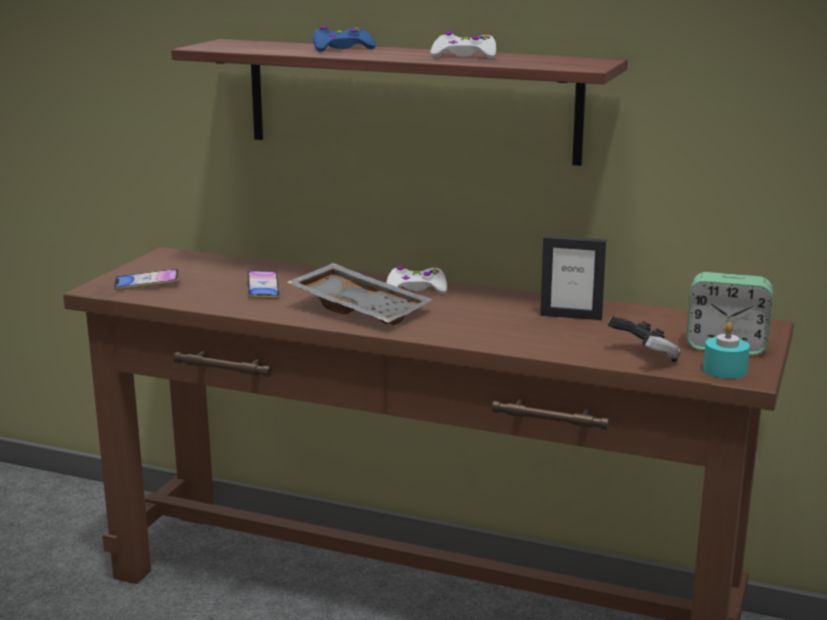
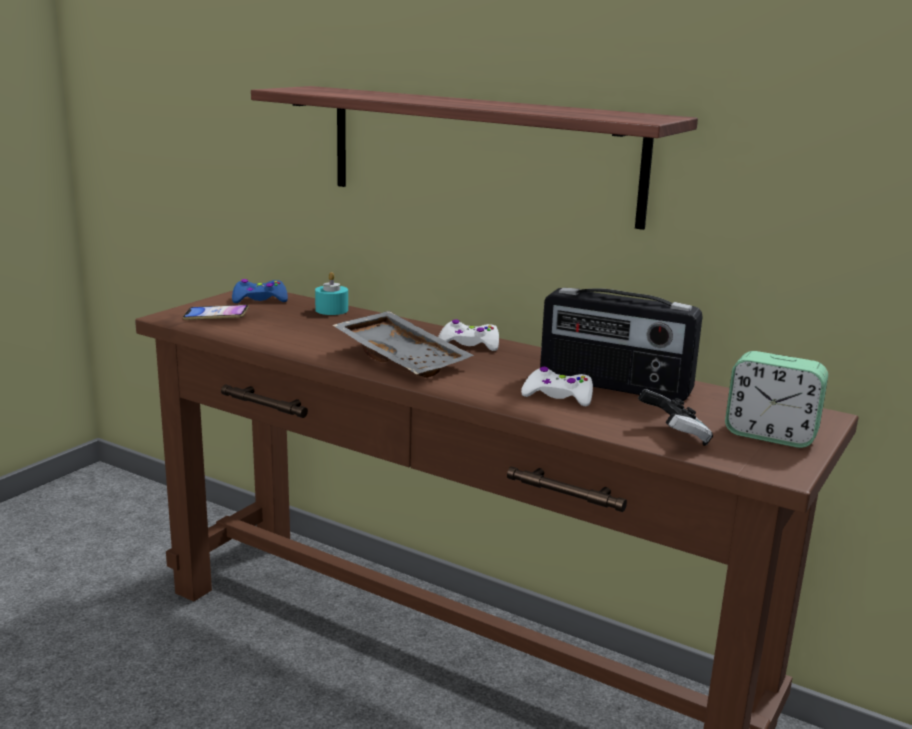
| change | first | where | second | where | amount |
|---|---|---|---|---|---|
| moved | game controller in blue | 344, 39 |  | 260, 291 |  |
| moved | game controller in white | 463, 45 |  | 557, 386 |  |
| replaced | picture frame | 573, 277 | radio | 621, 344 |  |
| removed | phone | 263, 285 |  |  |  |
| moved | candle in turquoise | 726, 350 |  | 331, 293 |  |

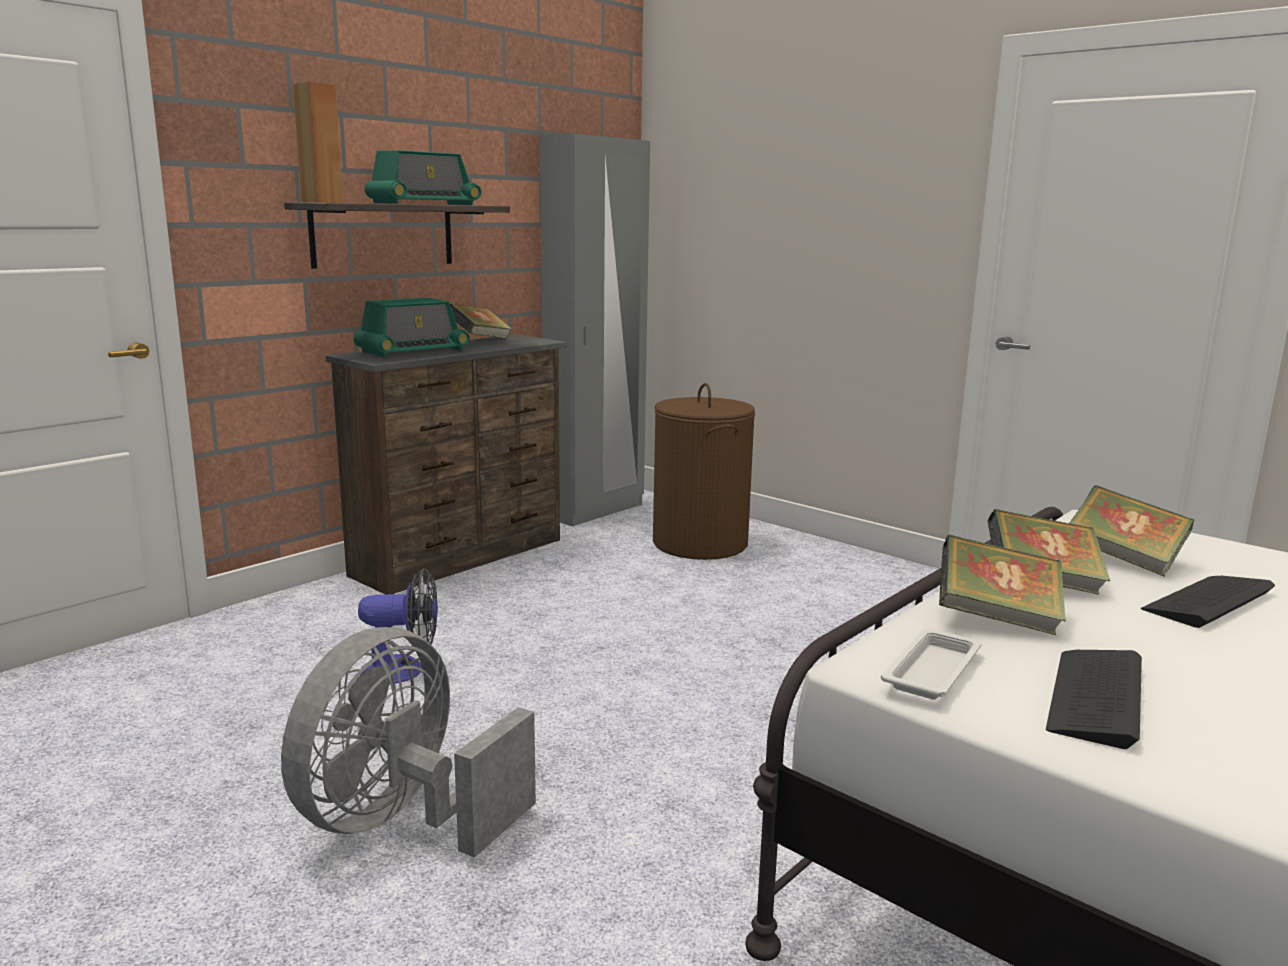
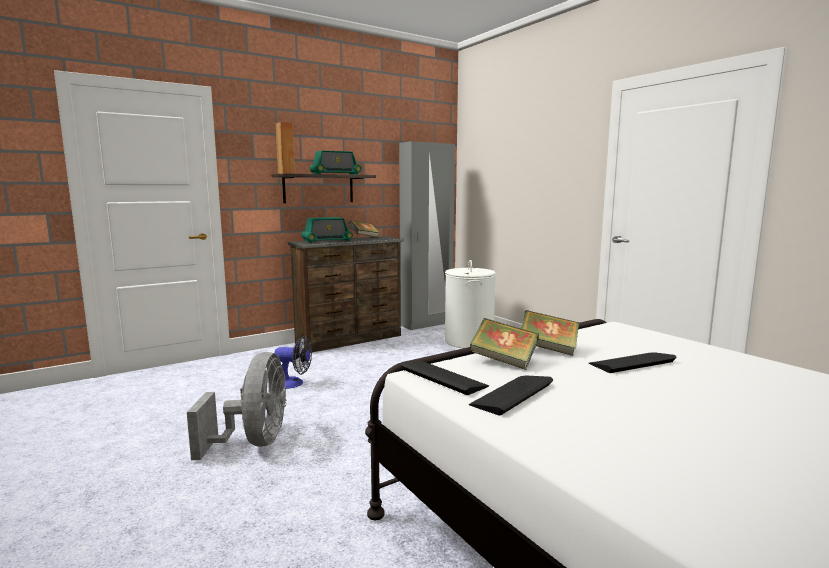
| change | first | where | second | where | amount |
|---|---|---|---|---|---|
| recoloured | laundry basket in brown | 704, 471 | laundry basket in white | 470, 304 |  |
| removed | book | 1132, 531 |  |  |  |
| turned | fan in grey | 408, 742 |  | 236, 406 | 135 degrees clockwise |
| replaced | tray in white | 931, 663 | keyboard | 445, 378 |  |

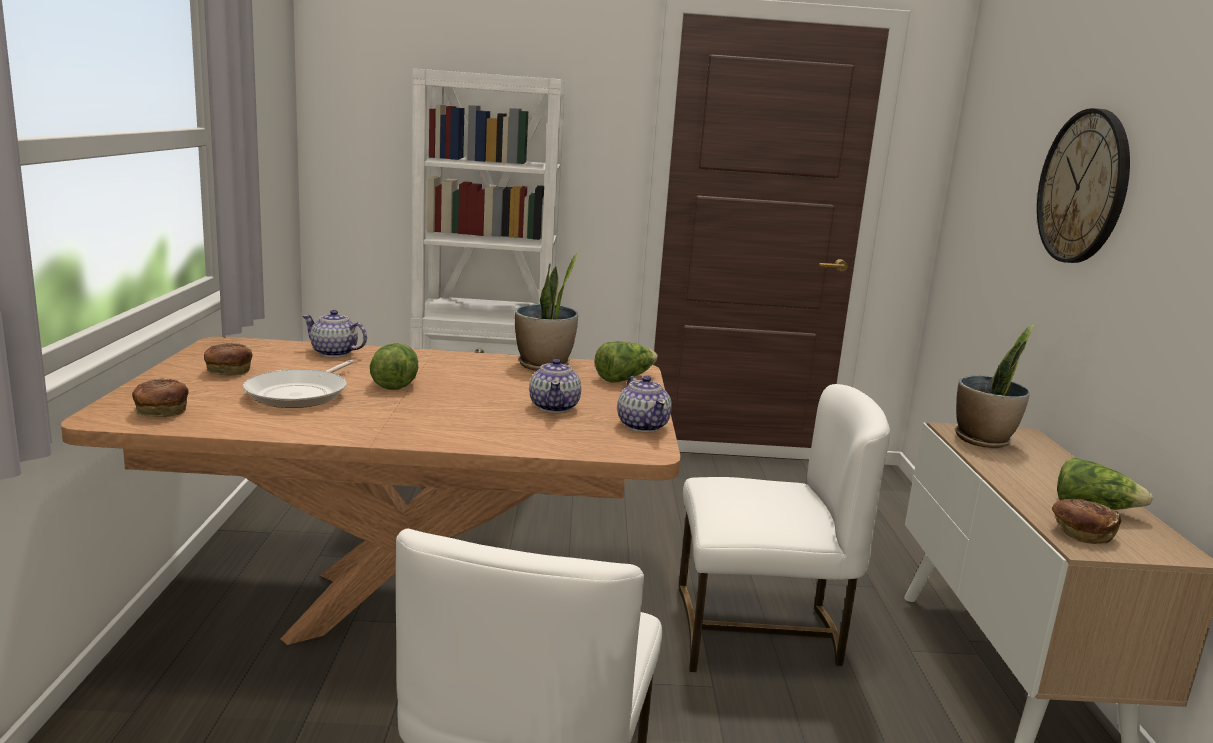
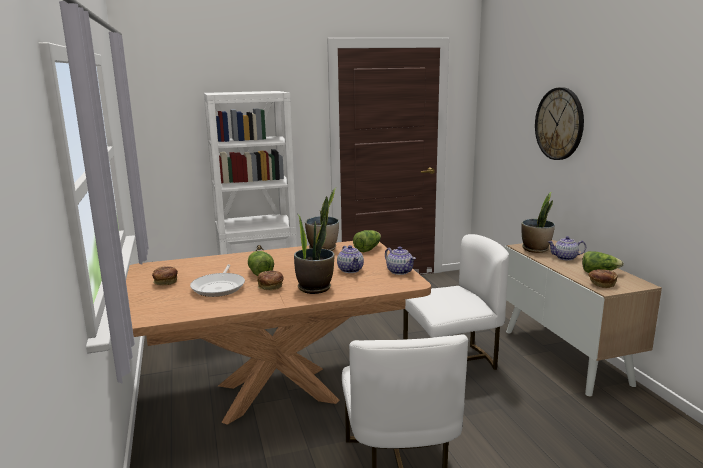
| change | first | where | second | where | amount |
|---|---|---|---|---|---|
| moved | teapot | 334, 333 |  | 567, 248 |  |
| moved | bread | 160, 397 |  | 270, 280 |  |
| added |  |  | potted plant | 314, 253 |  |

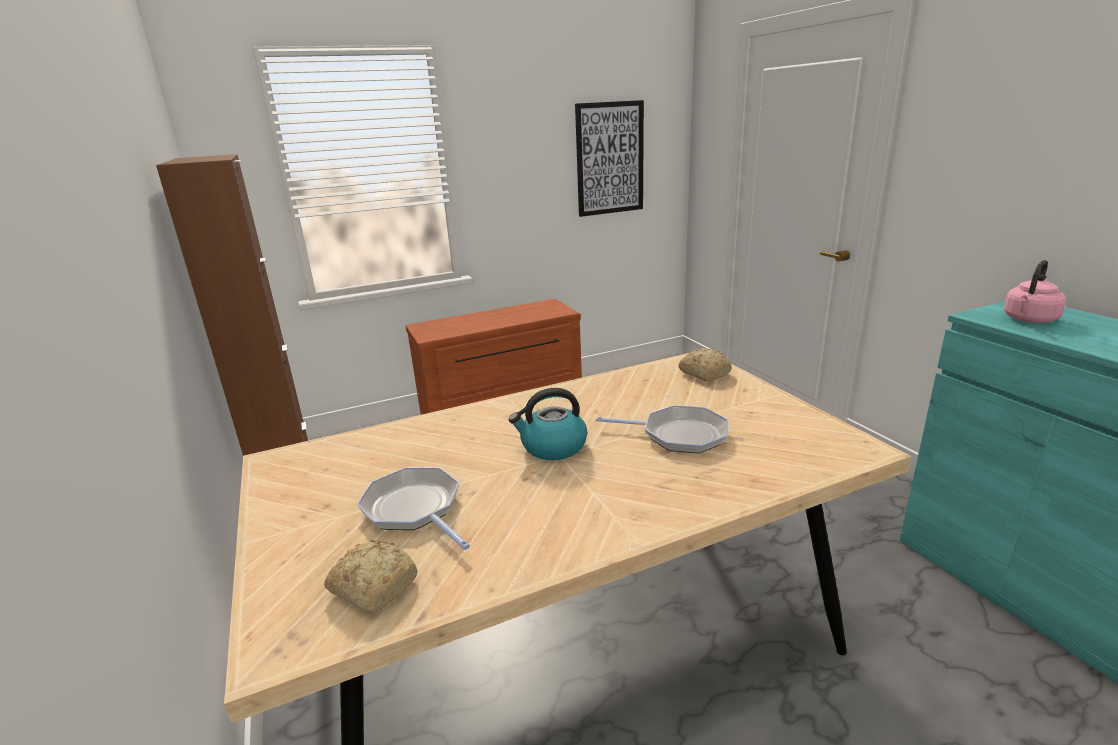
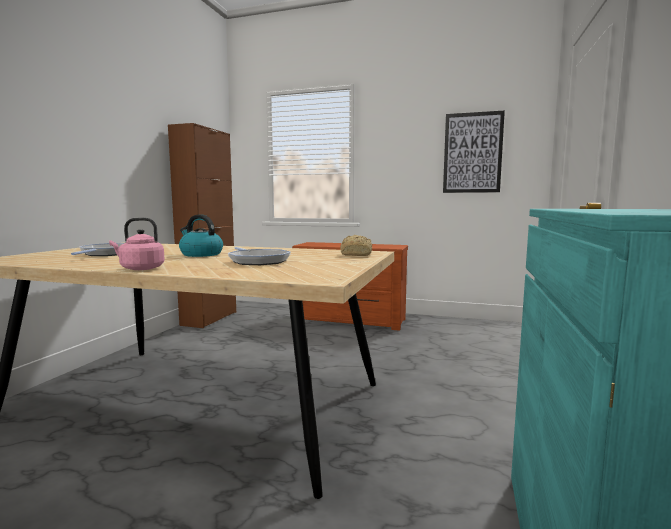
| change | first | where | second | where | amount |
|---|---|---|---|---|---|
| moved | kettle in pink | 1035, 291 |  | 137, 243 |  |
| removed | bread | 370, 576 |  |  |  |

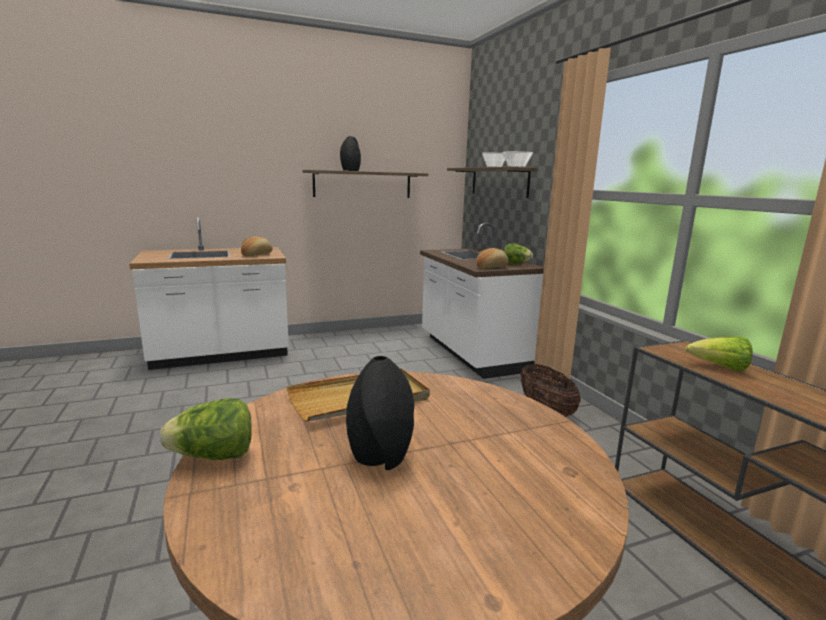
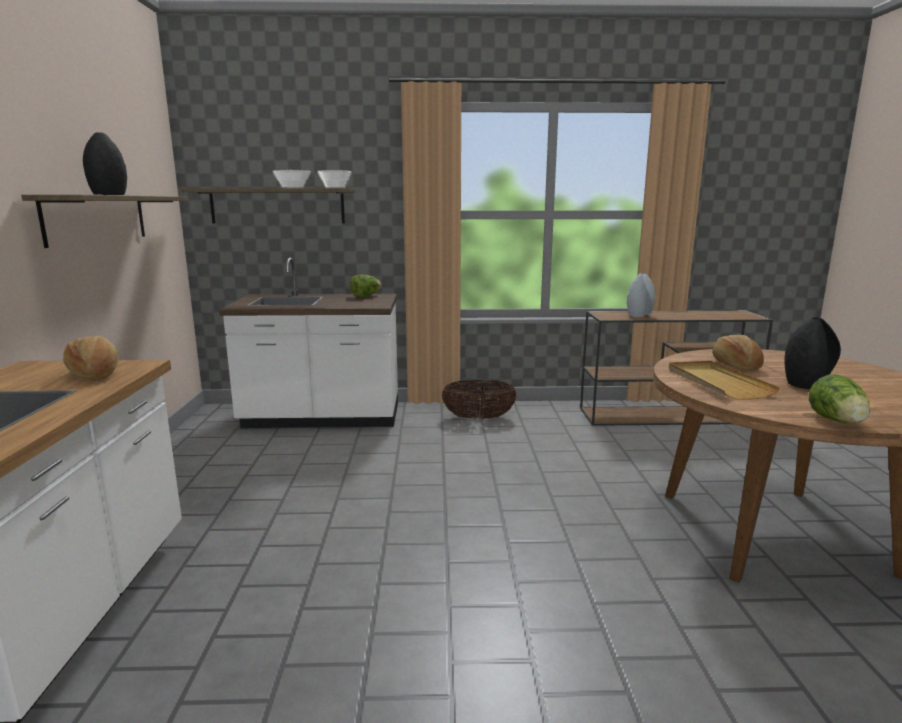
| change | first | where | second | where | amount |
|---|---|---|---|---|---|
| moved | bread | 493, 258 |  | 738, 353 |  |
| replaced | lettuce | 719, 354 | vase in grey | 641, 295 |  |

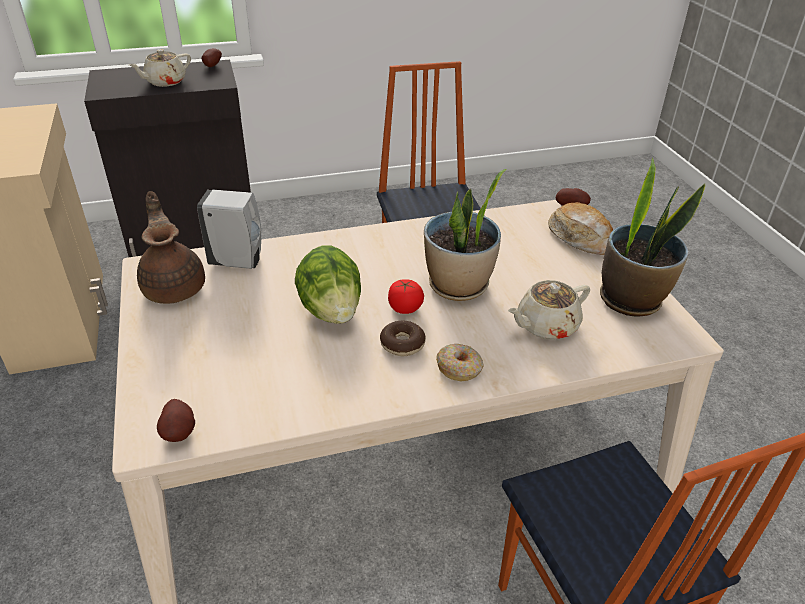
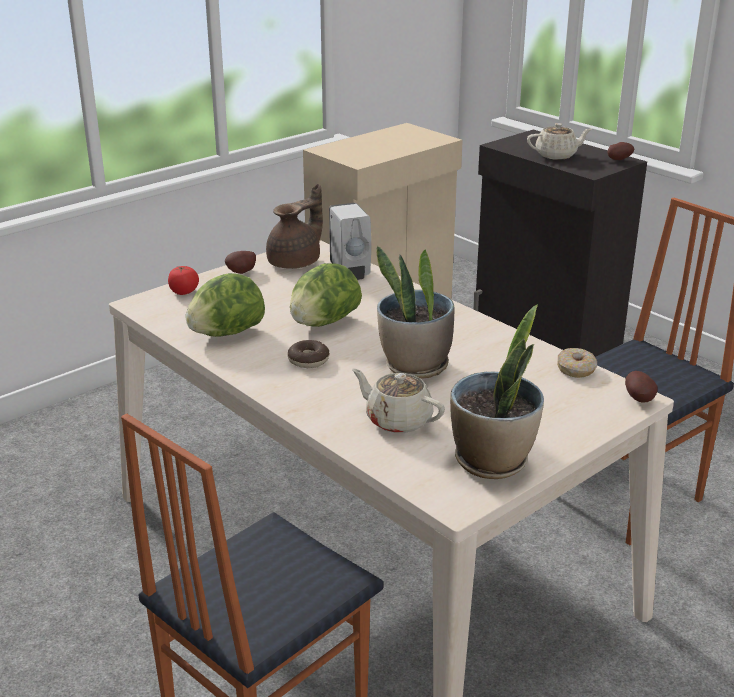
| change | first | where | second | where | amount |
|---|---|---|---|---|---|
| turned | teapot in beige | 160, 68 |  | 559, 141 | 150 degrees clockwise |
| removed | bread | 580, 228 |  |  |  |
| moved | tomato | 406, 296 |  | 183, 280 |  |
| moved | donut | 459, 362 |  | 577, 363 |  |
| moved | potato | 176, 420 |  | 240, 262 |  |
| added |  |  | lettuce | 225, 305 |  |

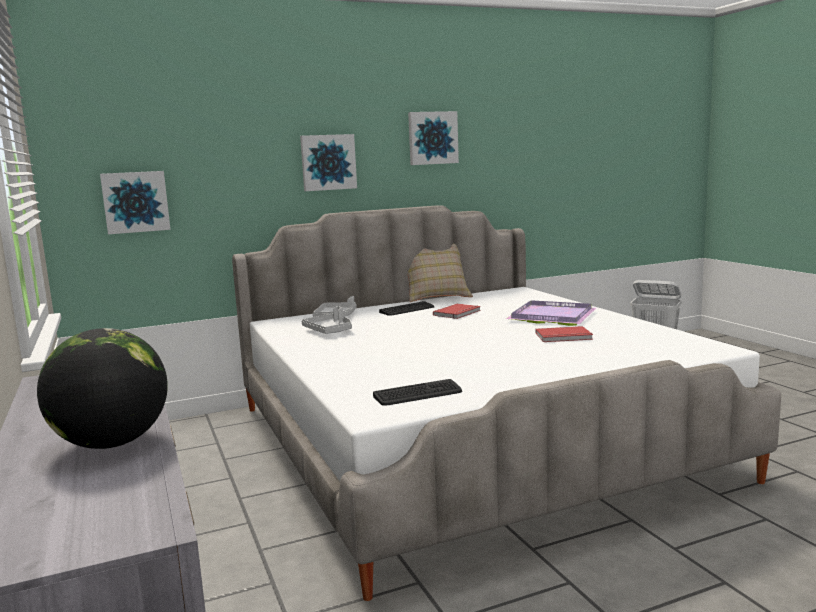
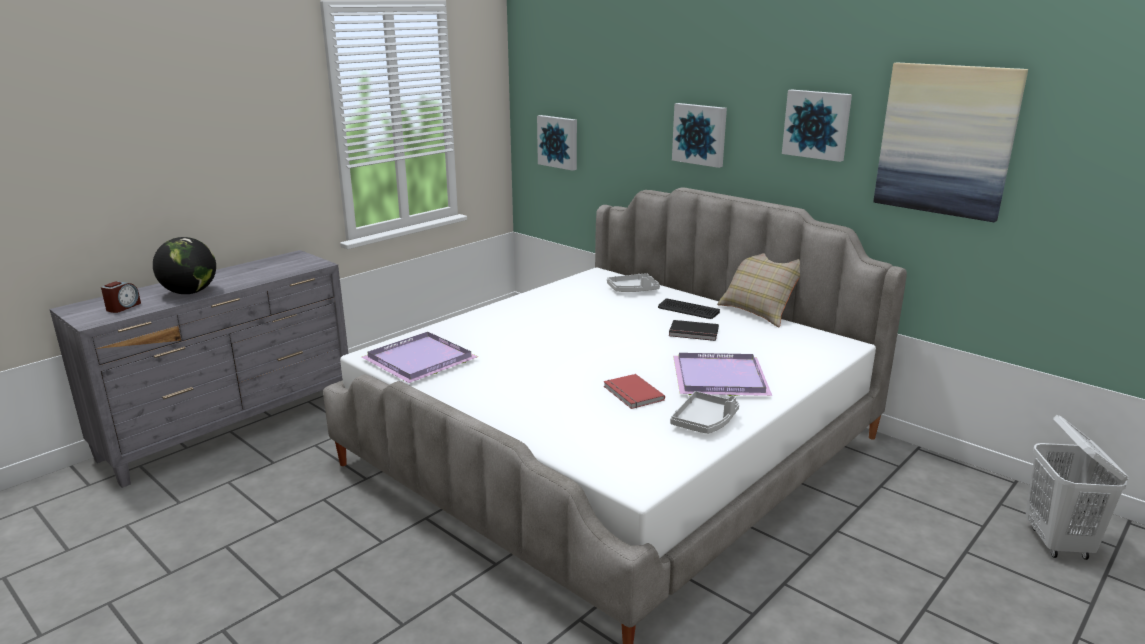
| change | first | where | second | where | amount |
|---|---|---|---|---|---|
| recoloured | book in red | 457, 311 | book in black | 694, 330 |  |
| moved | tray in grey | 327, 320 |  | 704, 412 |  |
| replaced | keyboard | 417, 392 | tray in purple | 420, 357 |  |
| added |  |  | picture | 950, 142 |  |
| added |  |  | alarm clock | 121, 297 |  |

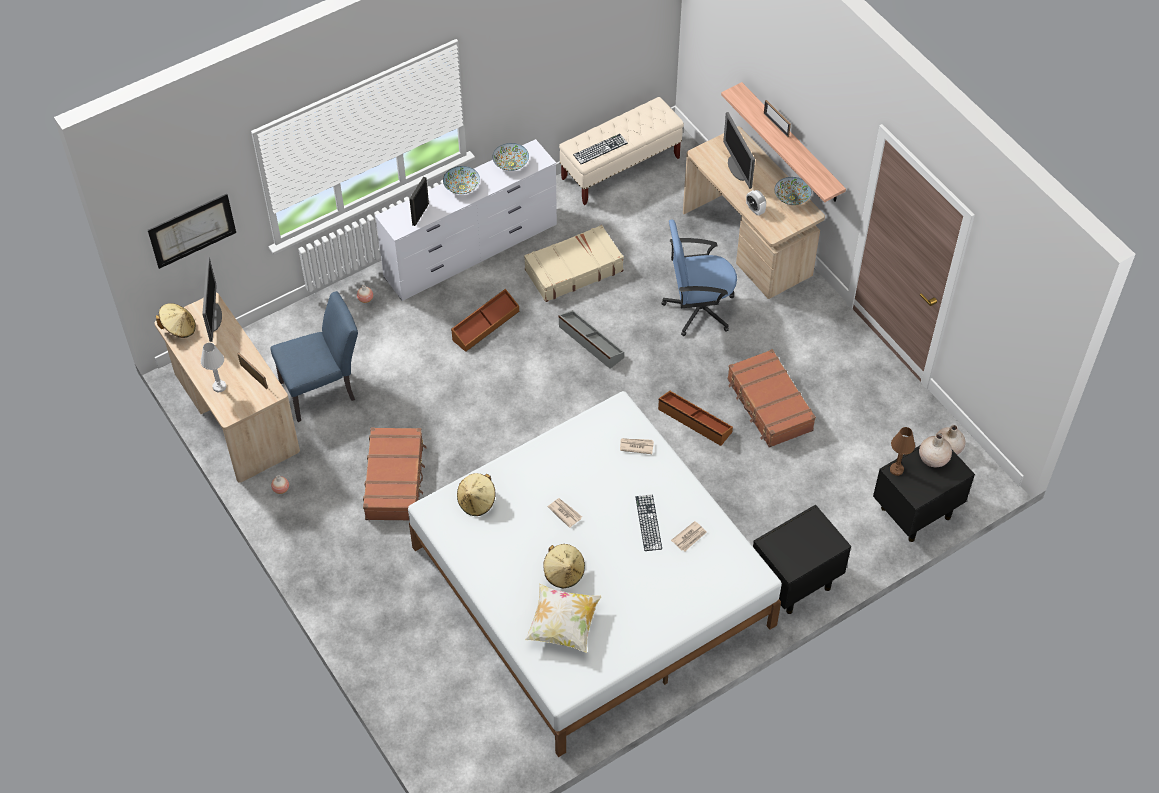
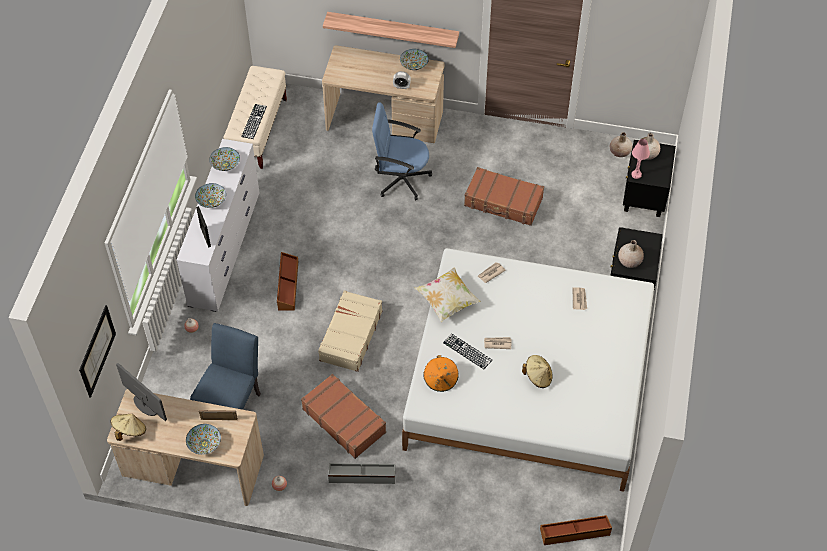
| change | first | where | second | where | amount |
|---|---|---|---|---|---|
| removed | picture frame | 777, 118 |  |  |  |
| removed | monitor | 739, 150 |  |  |  |
| turned | office chair in blue | 699, 278 |  | 402, 151 | 60 degrees clockwise |
| moved | suitcase in beige | 574, 263 |  | 350, 331 |  |
| moved | storage box in grey | 591, 339 |  | 361, 473 |  |
| replaced | table lamp in white | 213, 367 | bowl | 203, 439 |  |
| moved | storage box in brown | 695, 418 |  | 576, 530 |  |
| recoloured | table lamp in brown | 902, 451 | table lamp in pink | 640, 159 |  |
| recoloured | hat in beige | 476, 494 | hat in orange | 441, 373 |  |
| moved | keyboard | 648, 522 |  | 467, 351 |  |
| moved | pillow | 563, 618 |  | 447, 294 |  |
| added |  |  | vase in beige | 631, 254 |  |

